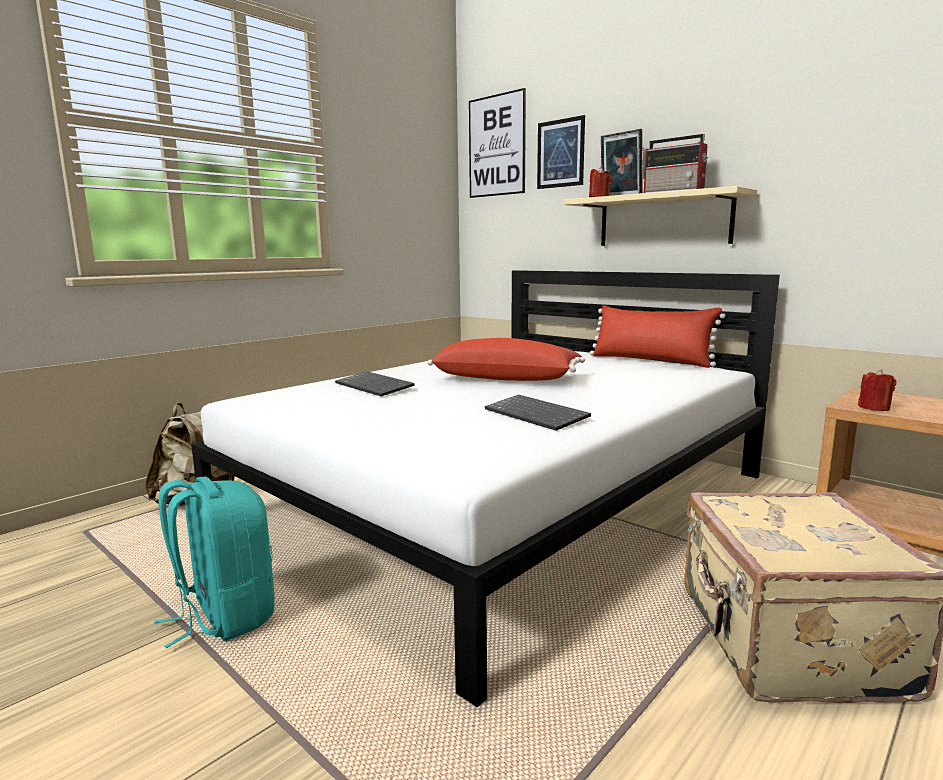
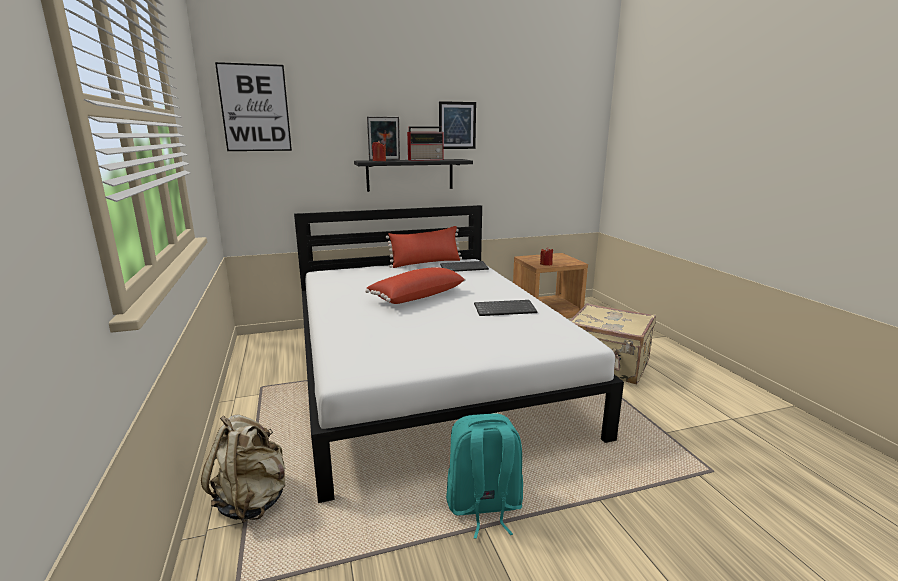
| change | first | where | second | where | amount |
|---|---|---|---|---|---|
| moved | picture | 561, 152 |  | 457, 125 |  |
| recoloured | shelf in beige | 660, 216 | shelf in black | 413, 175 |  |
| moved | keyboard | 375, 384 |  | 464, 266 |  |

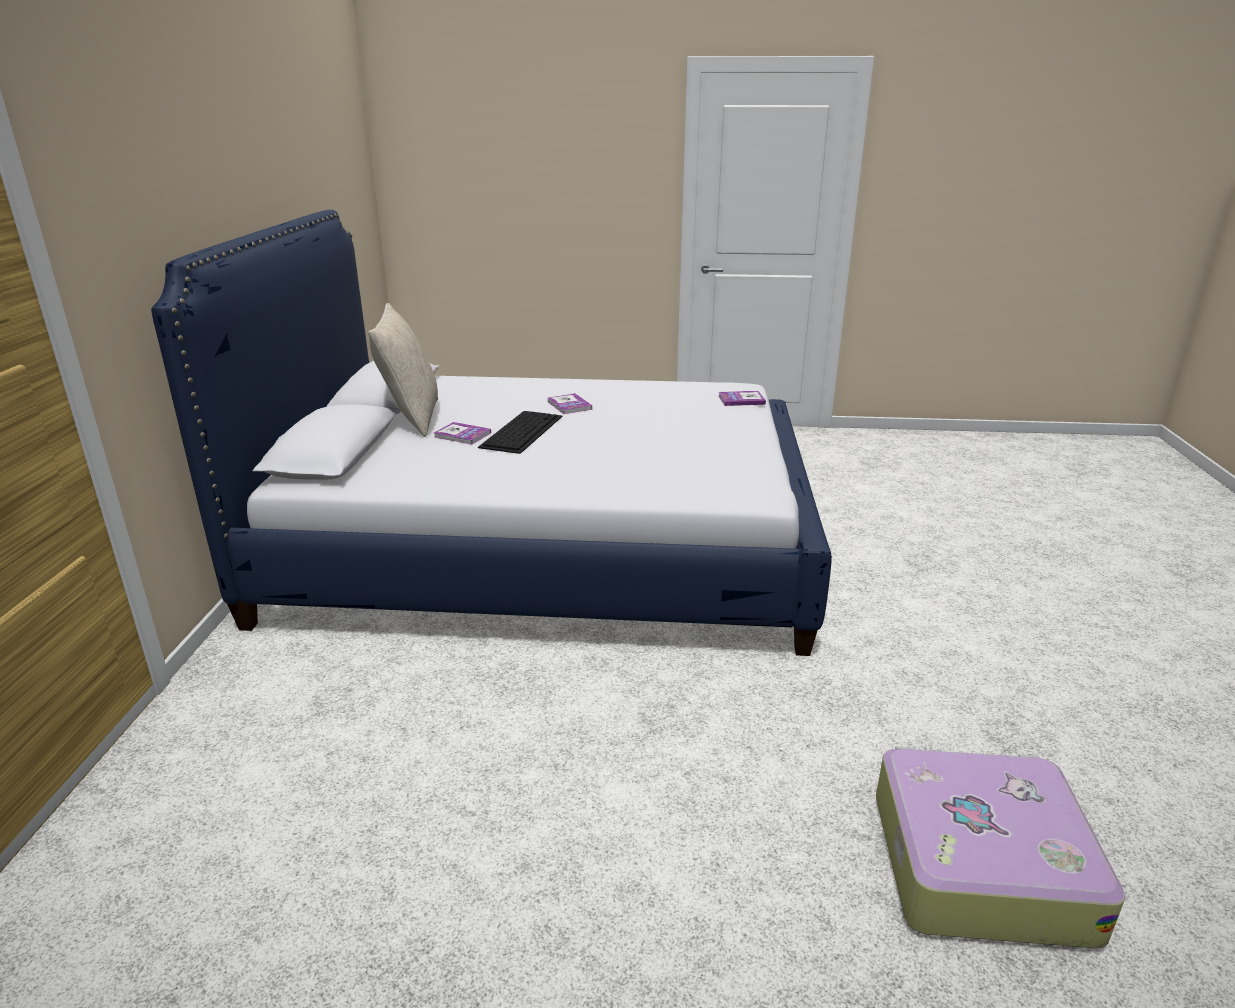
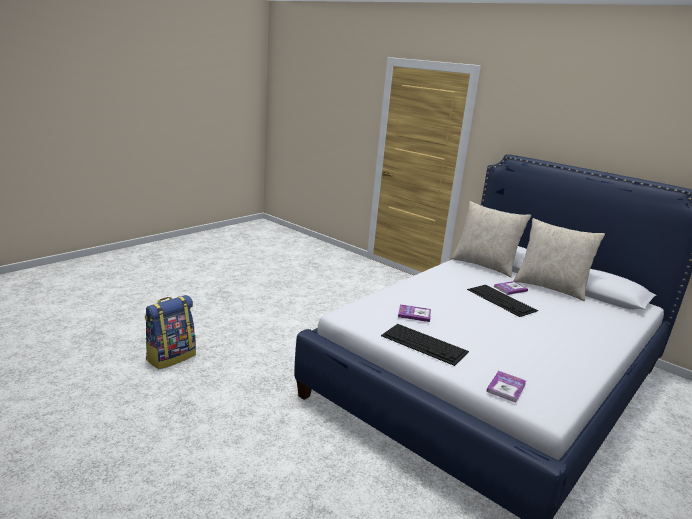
| change | first | where | second | where | amount |
|---|---|---|---|---|---|
| moved | book | 570, 403 |  | 414, 313 |  |
| replaced | suitcase | 1000, 847 | backpack | 170, 332 |  |
| added |  |  | pillow in beige | 491, 239 |  |
| added |  |  | keyboard | 425, 345 |  |

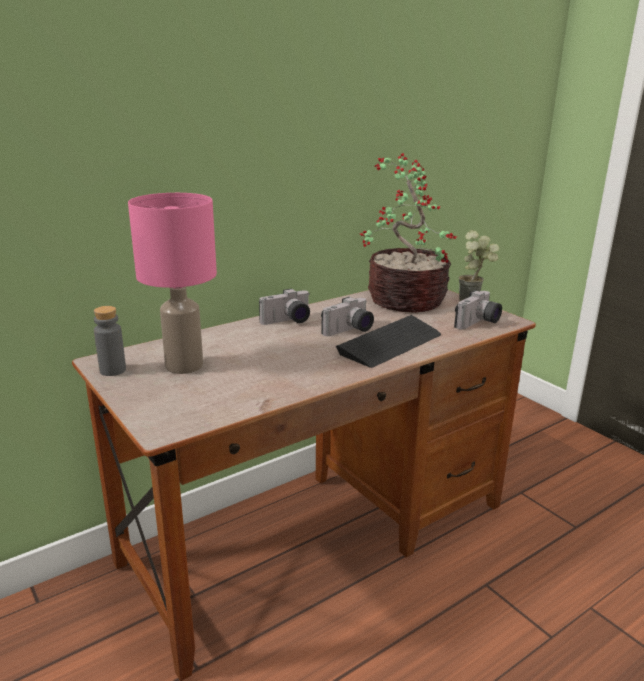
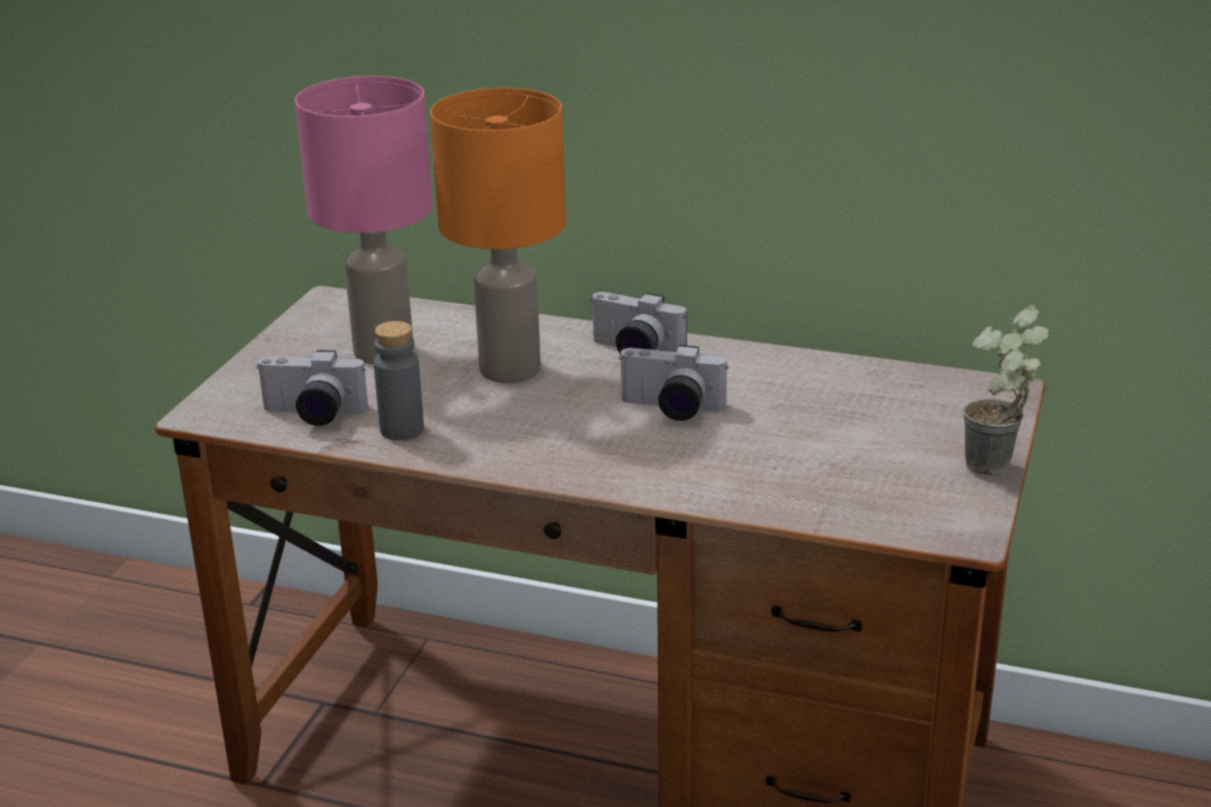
| change | first | where | second | where | amount |
|---|---|---|---|---|---|
| removed | potted plant | 408, 233 |  |  |  |
| moved | photo camera | 478, 310 |  | 312, 388 |  |
| moved | bottle in grey | 110, 341 |  | 399, 380 |  |
| removed | keyboard | 388, 341 |  |  |  |
| added |  |  | table lamp in orange | 498, 235 |  |

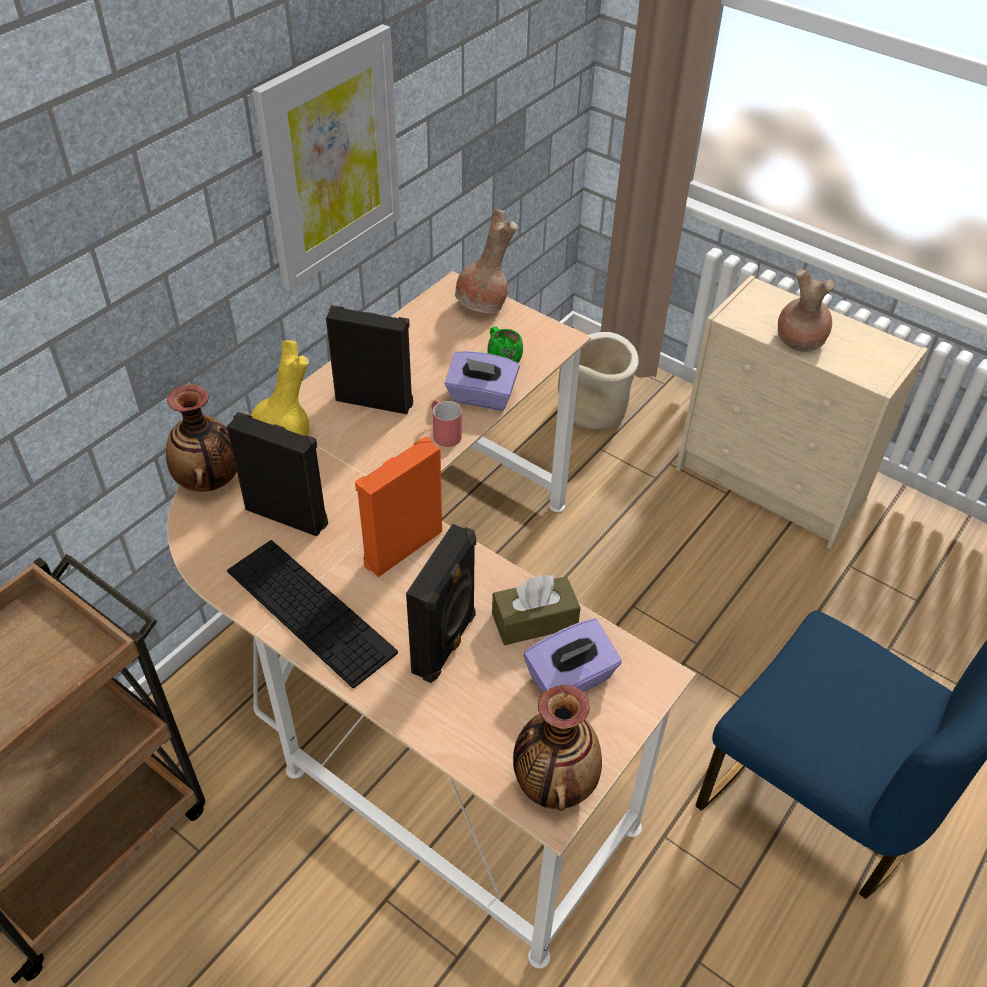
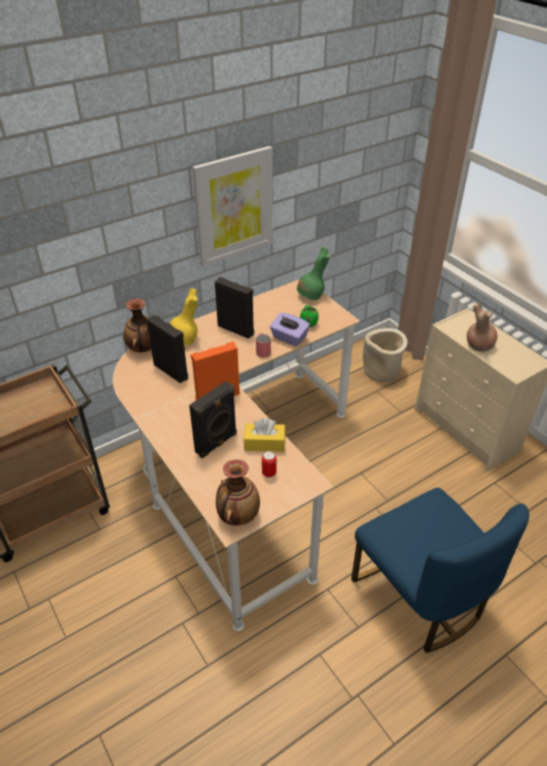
| change | first | where | second | where | amount |
|---|---|---|---|---|---|
| recoloured | vase in brown | 486, 261 | vase in green | 313, 273 |  |
| removed | keyboard | 312, 614 |  |  |  |
| recoloured | tissue box in brown | 536, 609 | tissue box in yellow | 265, 435 |  |
| replaced | tissue box in purple | 573, 656 | can | 269, 464 |  |

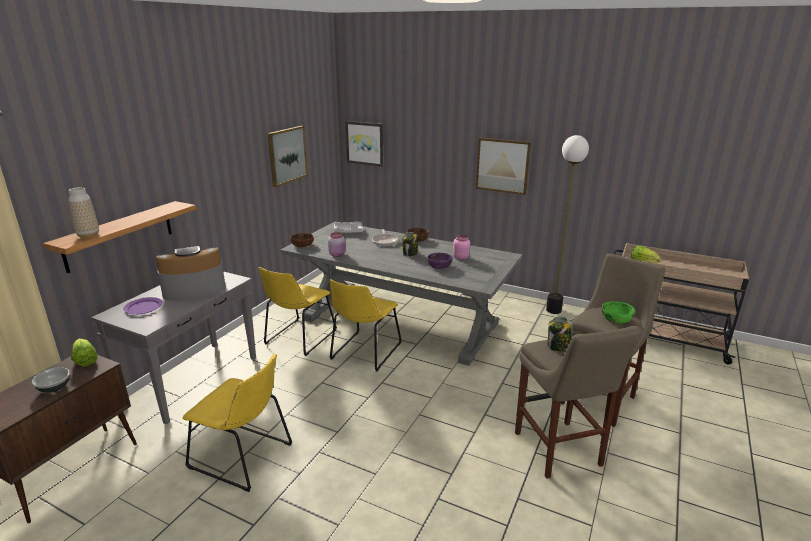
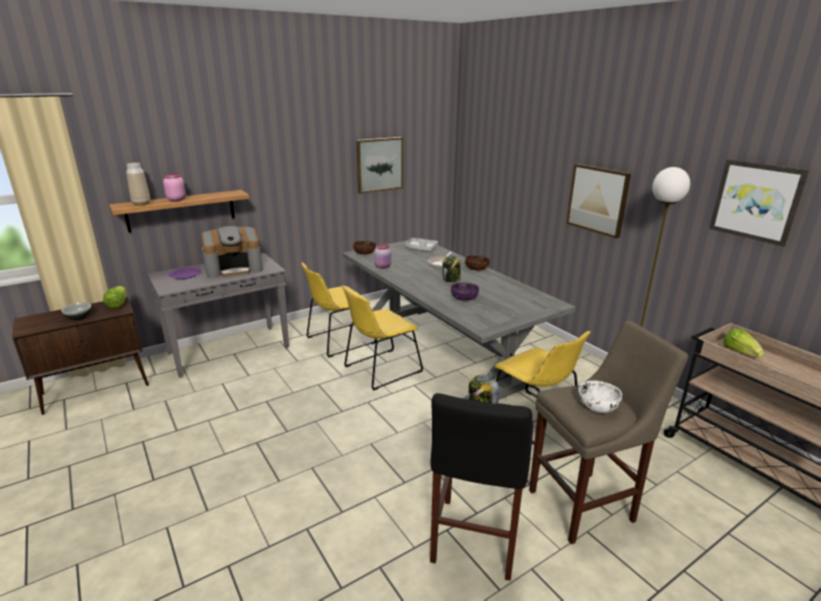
| change | first | where | second | where | amount |
|---|---|---|---|---|---|
| moved | picture | 364, 144 |  | 759, 203 |  |
| moved | jar in pink | 461, 247 |  | 174, 187 |  |
| turned | coffee machine | 191, 273 |  | 232, 252 | 150 degrees clockwise |
| recoloured | bowl in green | 618, 312 | bowl in white | 600, 397 |  |
| recoloured | stool in beige | 578, 402 | stool in black | 481, 487 |  |
| moved | chair in yellow | 237, 423 |  | 543, 388 |  |

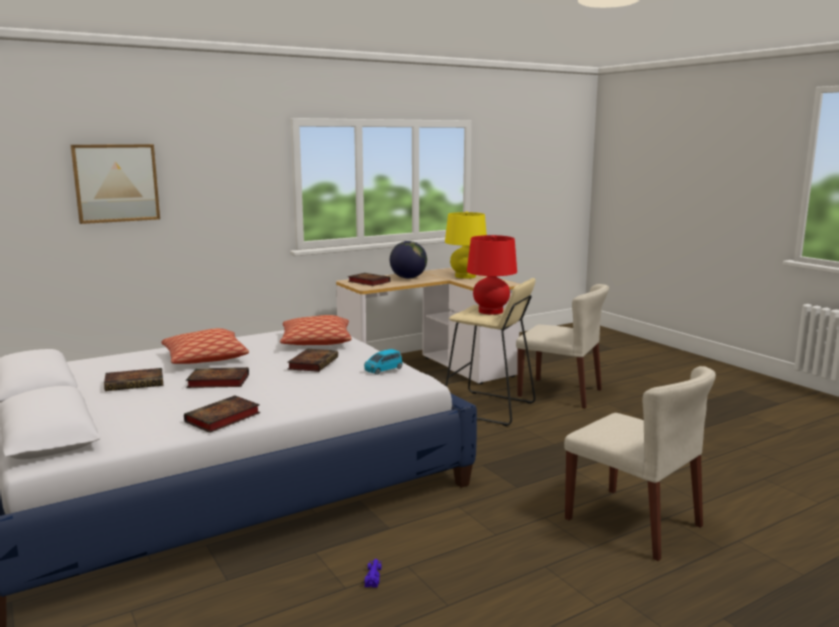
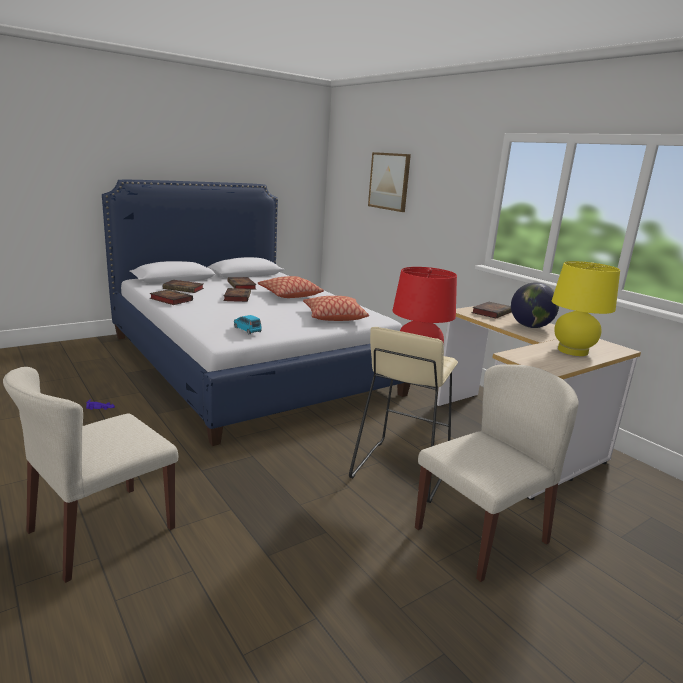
| change | first | where | second | where | amount |
|---|---|---|---|---|---|
| turned | chair in beige | 562, 346 |  | 497, 473 | 150 degrees counterclockwise |
| moved | book | 312, 360 |  | 183, 286 |  |

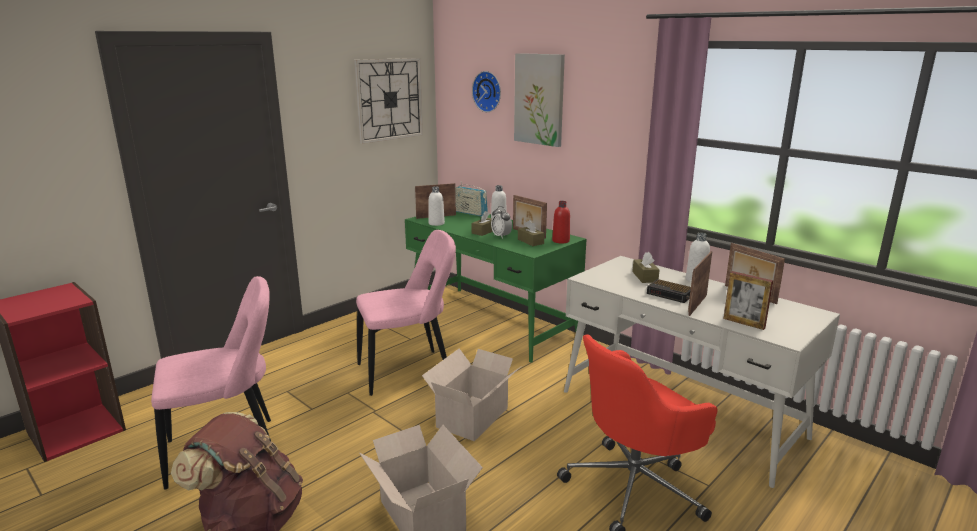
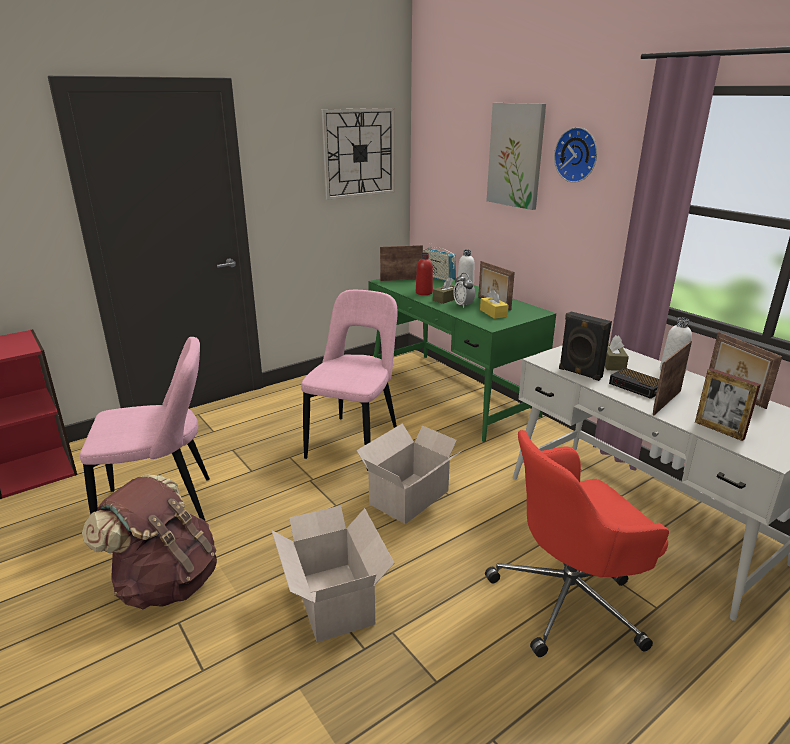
| change | first | where | second | where | amount |
|---|---|---|---|---|---|
| moved | wall clock | 486, 91 |  | 575, 155 |  |
| removed | bottle in white | 437, 206 |  |  |  |
| moved | bottle in red | 561, 222 |  | 424, 274 |  |
| recoloured | tissue box in brown | 531, 233 | tissue box in yellow | 494, 304 |  |
| turned | chair in pink | 406, 313 |  | 349, 380 | 60 degrees counterclockwise |
| added |  |  | speaker in black | 585, 346 |  |

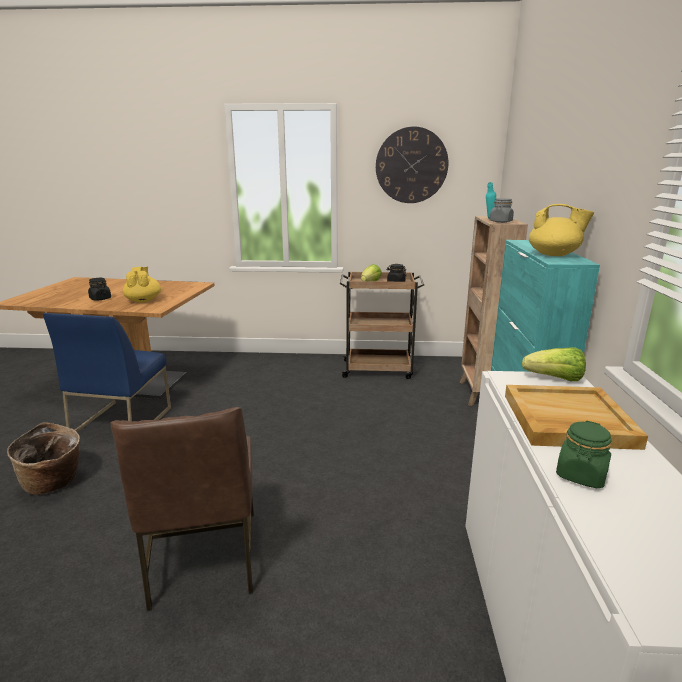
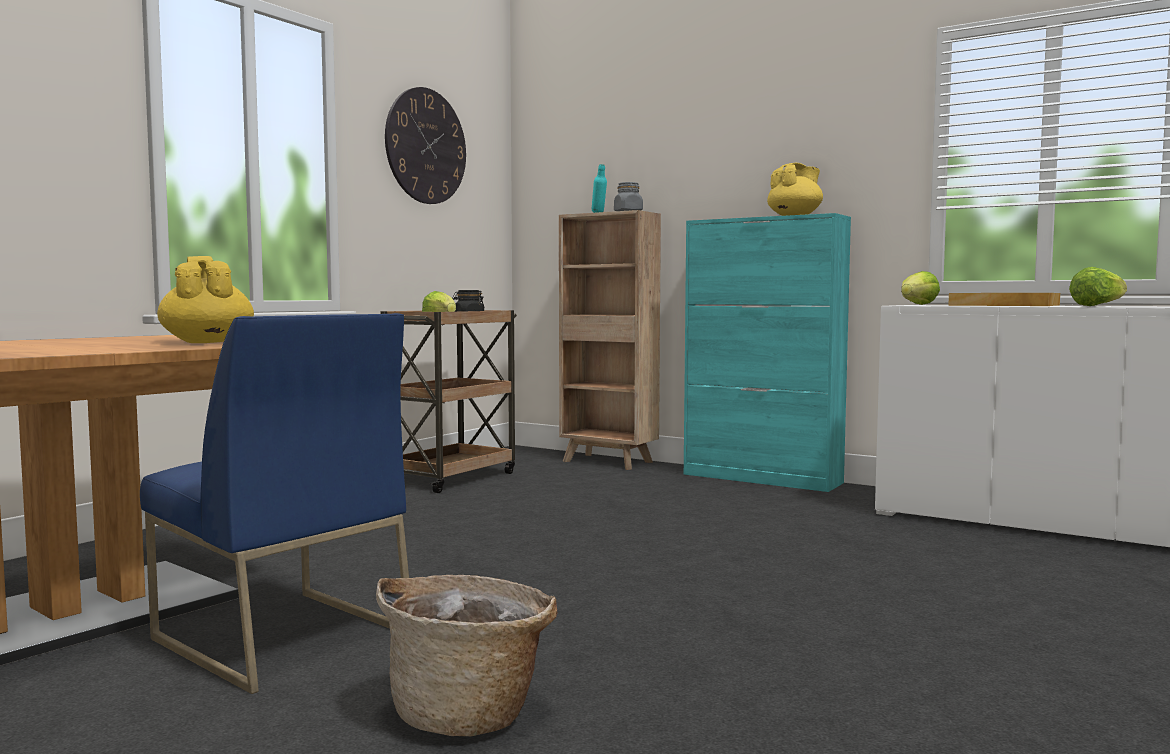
| change | first | where | second | where | amount |
|---|---|---|---|---|---|
| turned | teapot in yellow | 142, 284 |  | 205, 299 | 45 degrees clockwise |
| removed | jar in black | 99, 289 |  |  |  |
| removed | chair in brown | 182, 509 |  |  |  |
| replaced | jar in green | 584, 454 | lettuce | 1098, 286 |  |

